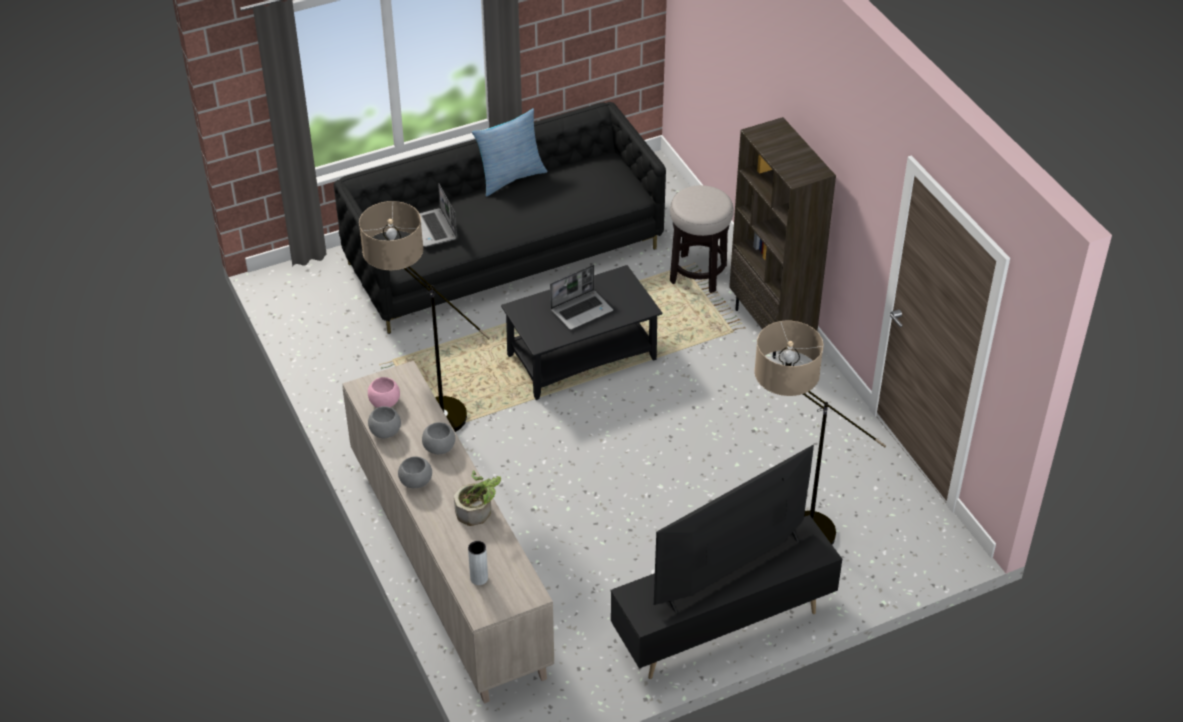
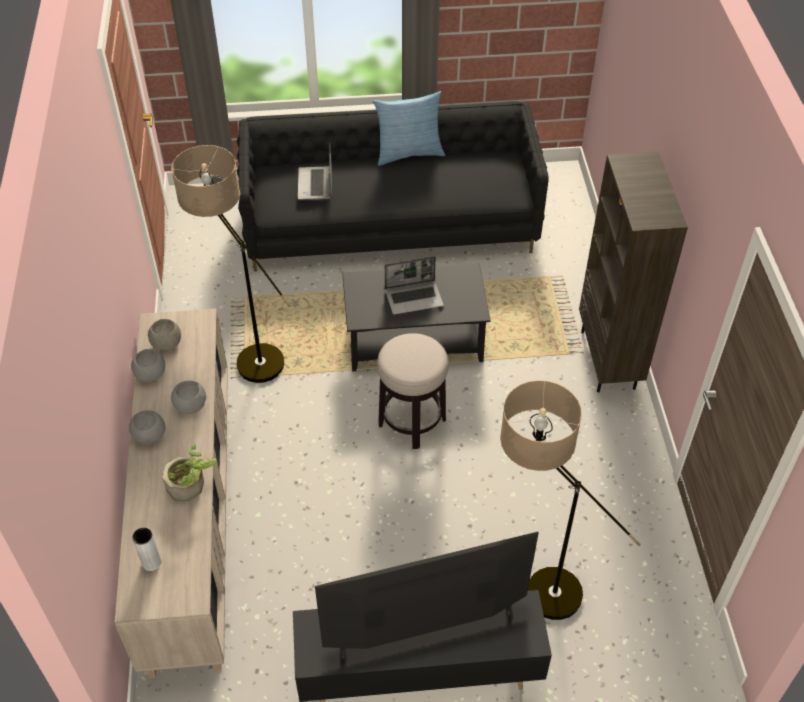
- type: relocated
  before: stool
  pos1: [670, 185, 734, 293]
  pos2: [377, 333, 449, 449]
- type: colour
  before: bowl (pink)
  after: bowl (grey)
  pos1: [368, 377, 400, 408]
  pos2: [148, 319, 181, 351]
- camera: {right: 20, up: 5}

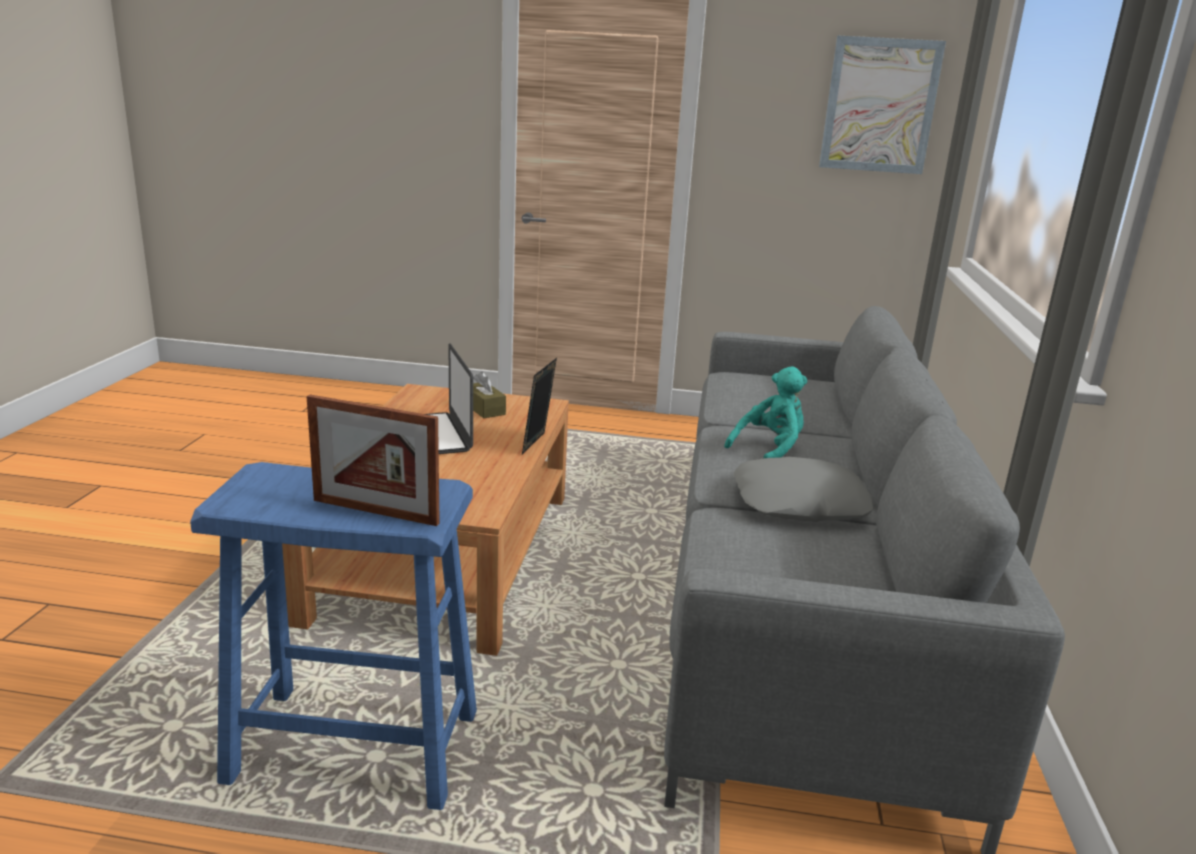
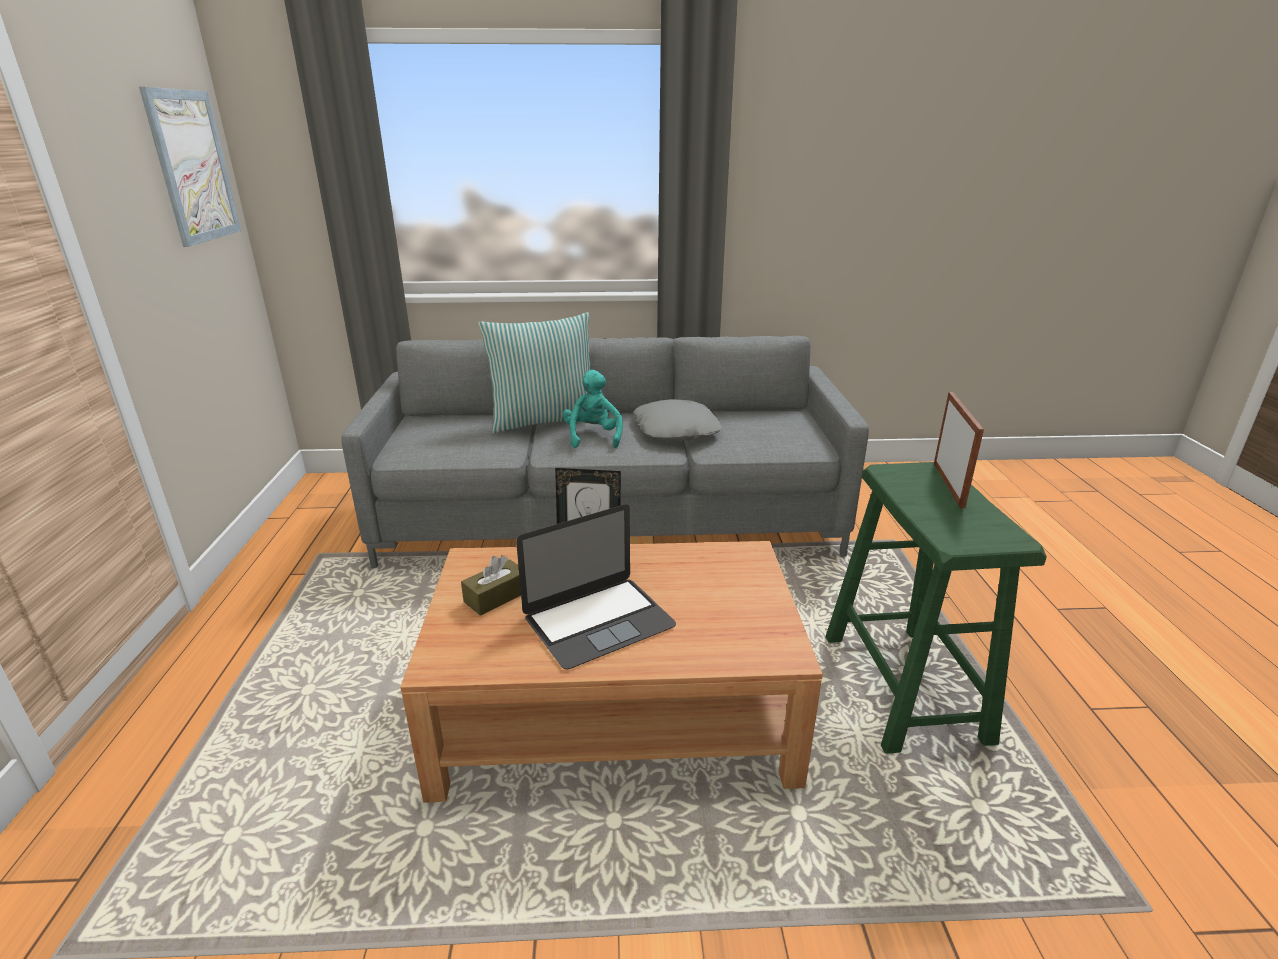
- type: appeared
  after: pillow
  pos2: [478, 312, 590, 433]
- type: colour
  before: stool (blue)
  after: stool (green)
  pos1: [190, 462, 477, 810]
  pos2: [825, 462, 1047, 754]
- type: spun
  before: plush toy (turquoise)
  pos1: [724, 366, 807, 459]
  pos2: [563, 370, 623, 448]
  turn: 45
- camera: {right: -100, up: 5}

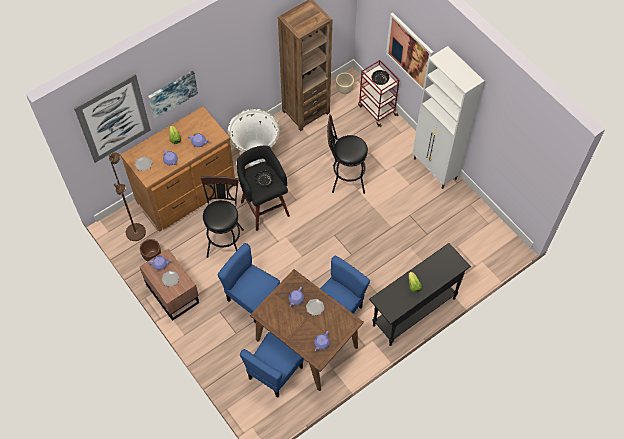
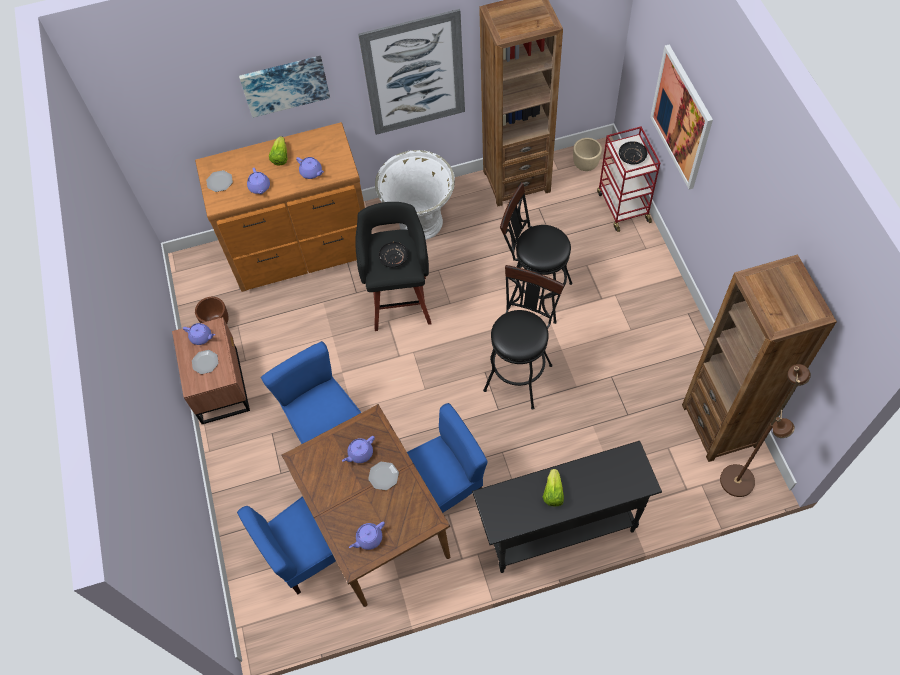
- type: missing
  before: cabinet (white)
  pos1: [413, 46, 484, 189]
- type: appeared
  after: bookcase (brown)
  pos2: [682, 255, 837, 462]
- type: relocated
  before: picture
  pos1: [74, 74, 151, 163]
  pos2: [358, 9, 465, 135]
- type: relocated
  before: floor lamp (brown)
  pos1: [109, 152, 146, 241]
  pos2: [720, 364, 811, 497]
- type: relocated
  before: stool (black)
  pos1: [201, 176, 244, 258]
  pos2: [483, 265, 565, 410]
- camera: {right: 25, up: 0}

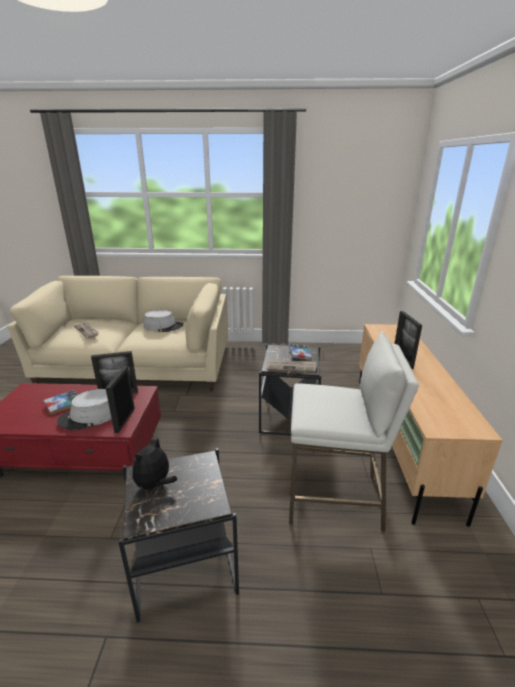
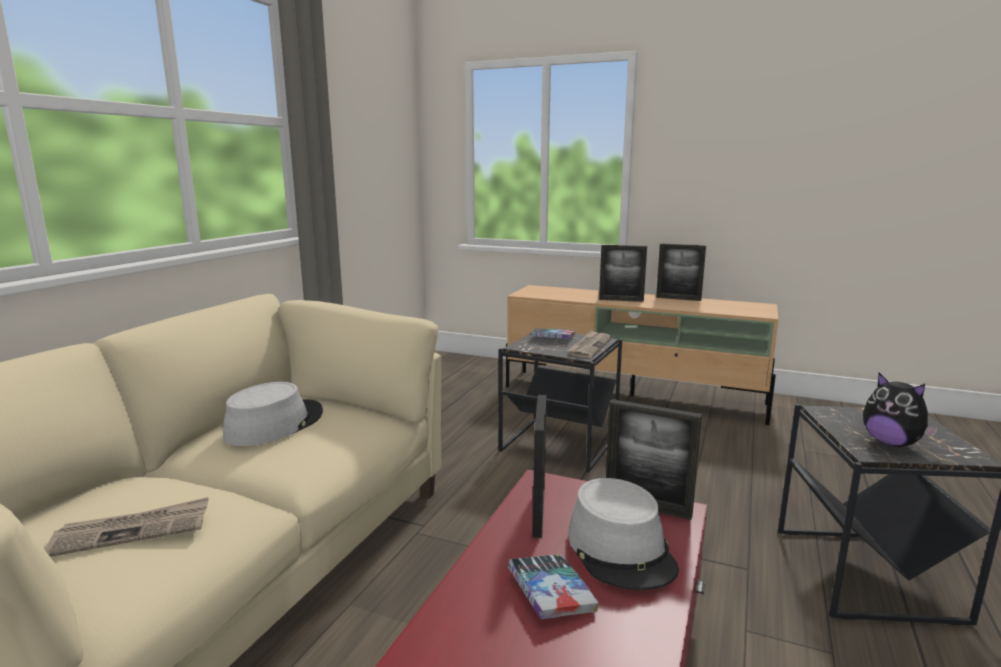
- type: missing
  before: stool (white)
  pos1: [289, 331, 419, 532]
- type: appeared
  after: picture frame
  pos2: [656, 243, 706, 301]
- camera: {right: -70, up: -10}

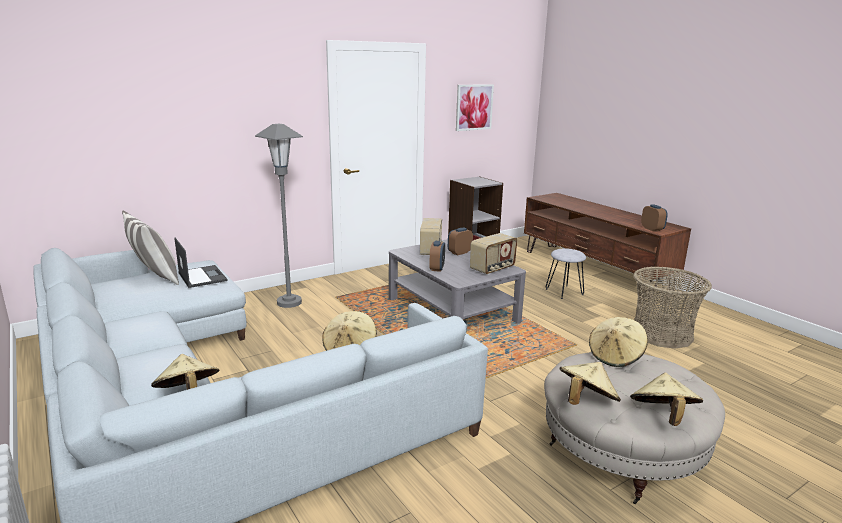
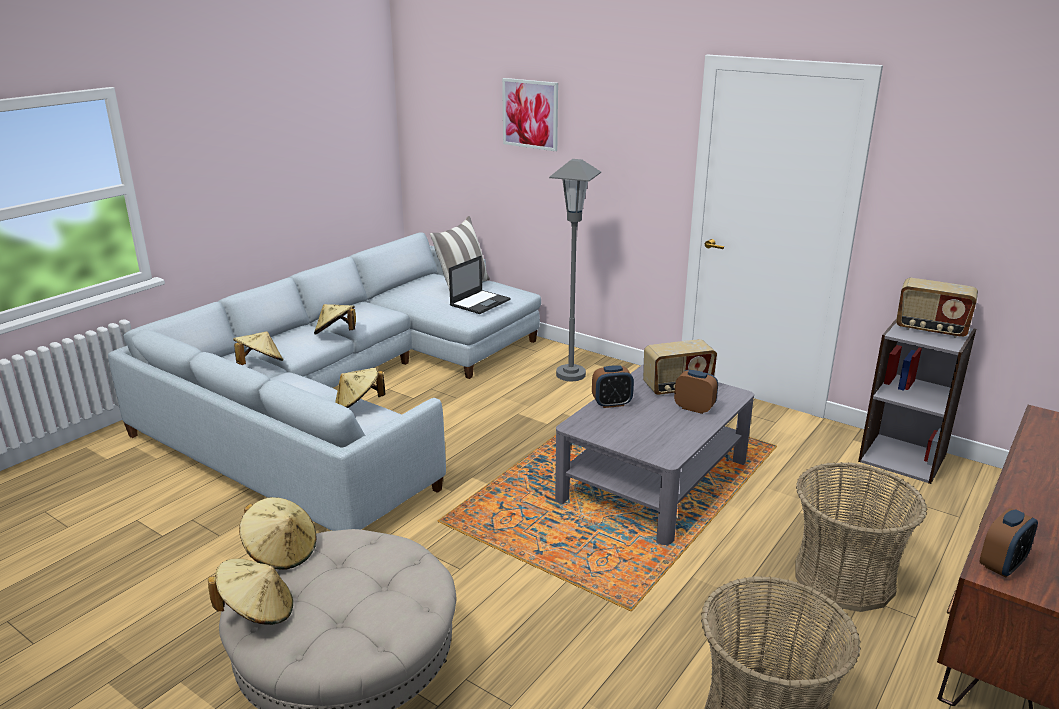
- type: relocated
  before: picture
  pos1: [456, 84, 494, 131]
  pos2: [502, 78, 558, 151]
- type: relocated
  before: radio
  pos1: [470, 233, 517, 275]
  pos2: [896, 278, 978, 338]
- type: relocated
  before: hat (beige)
  pos1: [589, 317, 648, 367]
  pos2: [314, 304, 356, 335]
- type: exchanged
  before: stool (grey)
  after: basket
  pos1: [546, 248, 586, 299]
  pos2: [796, 462, 927, 612]
- camera: {right: 70, up: 5}

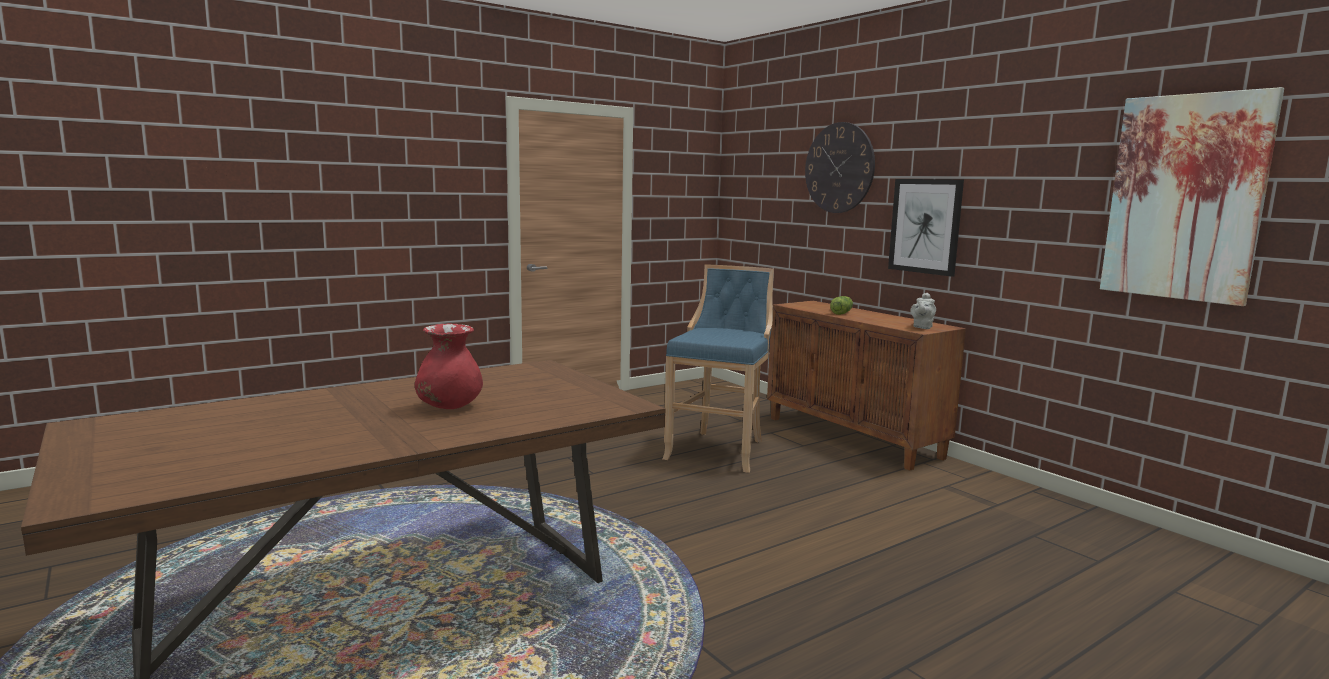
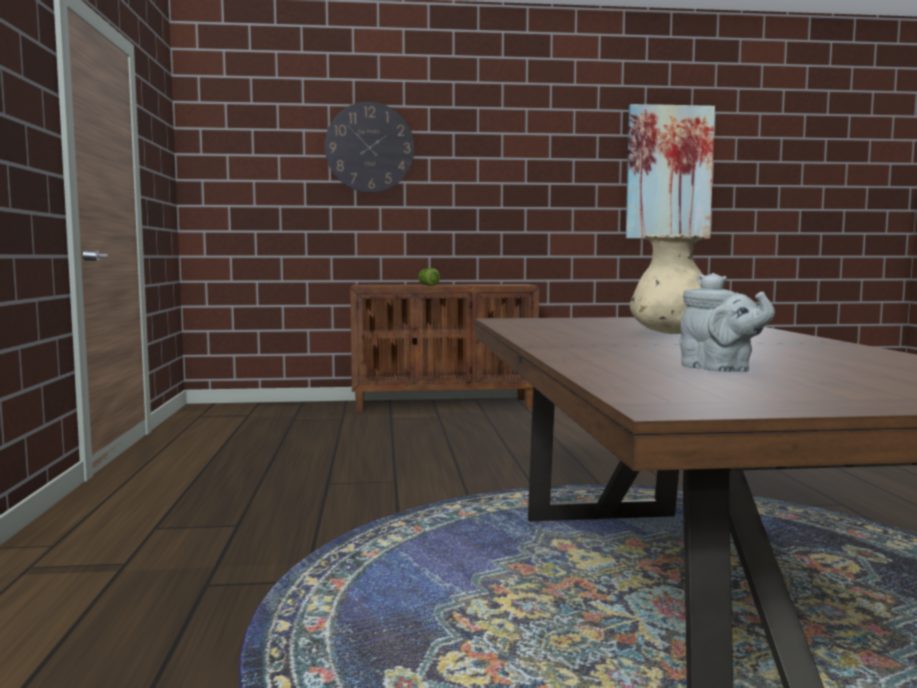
- type: missing
  before: stool (blue)
  pos1: [662, 265, 774, 473]
- type: missing
  before: picture
  pos1: [888, 179, 964, 277]
- type: relocated
  before: teapot (grey)
  pos1: [911, 293, 936, 329]
  pos2: [680, 273, 775, 372]
- type: colour
  before: vase (red)
  after: vase (beige)
  pos1: [415, 323, 483, 409]
  pos2: [630, 234, 704, 334]
- camera: {right: -60, up: -5}

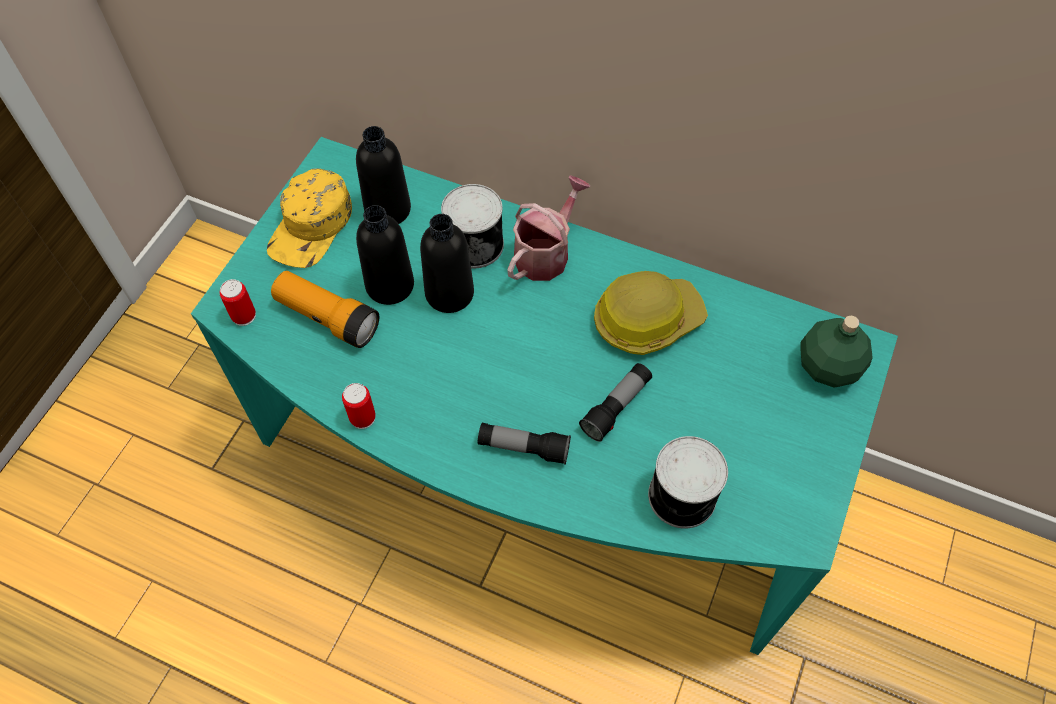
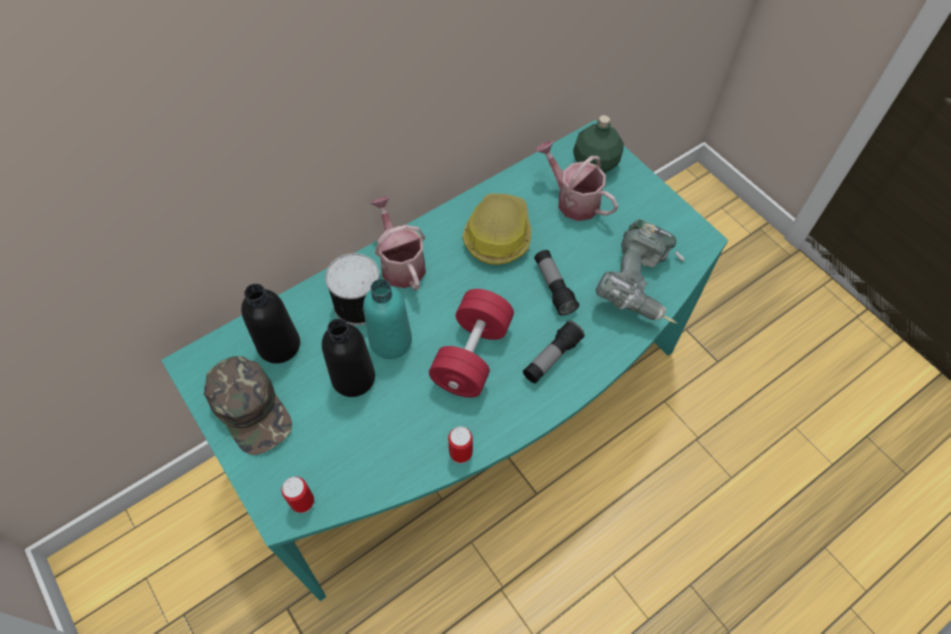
- type: missing
  before: flashlight
  pos1: [271, 271, 379, 348]
- type: appeared
  after: dumbbell (red)
  pos2: [429, 289, 514, 398]
- type: appeared
  after: watering can
  pos2: [535, 141, 618, 221]
- type: exchanged
  before: can
  after: power drill
  pos1: [648, 436, 728, 529]
  pos2: [596, 219, 685, 324]
- type: colour
  before: cap (yellow)
  after: cap (green)
  pos1: [267, 168, 352, 268]
  pos2: [204, 356, 292, 455]
- type: colour
  before: bottle (black)
  after: bottle (turquoise)
  pos1: [420, 214, 474, 313]
  pos2: [363, 279, 412, 359]
- camera: {right: -60, up: 0}

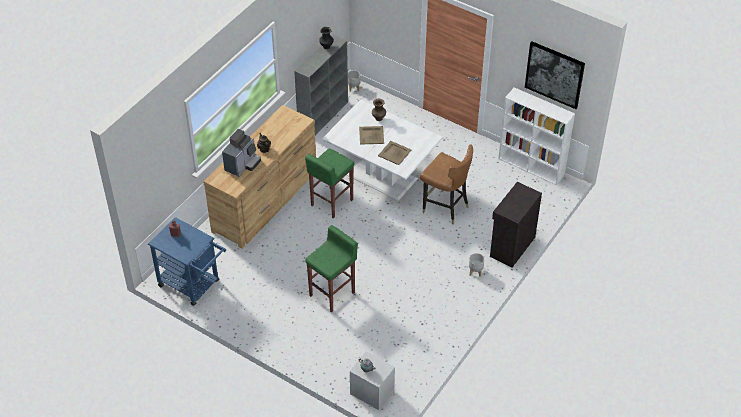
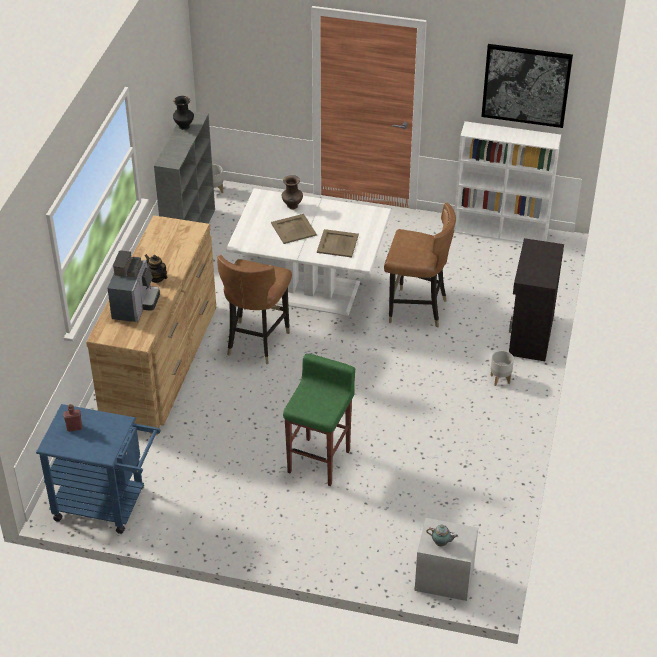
- type: exchanged
  before: stool (green)
  after: chair (brown)
  pos1: [305, 149, 355, 219]
  pos2: [217, 255, 292, 364]
- camera: {right: -20, up: -5}

